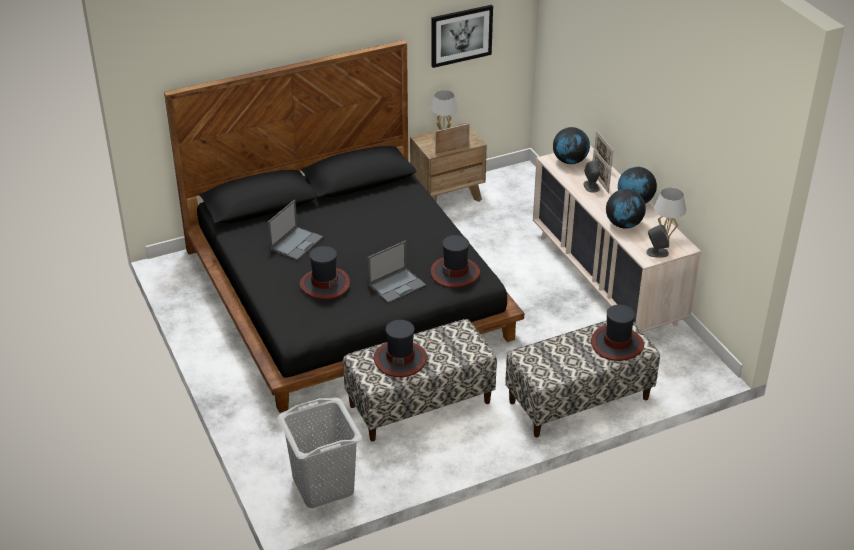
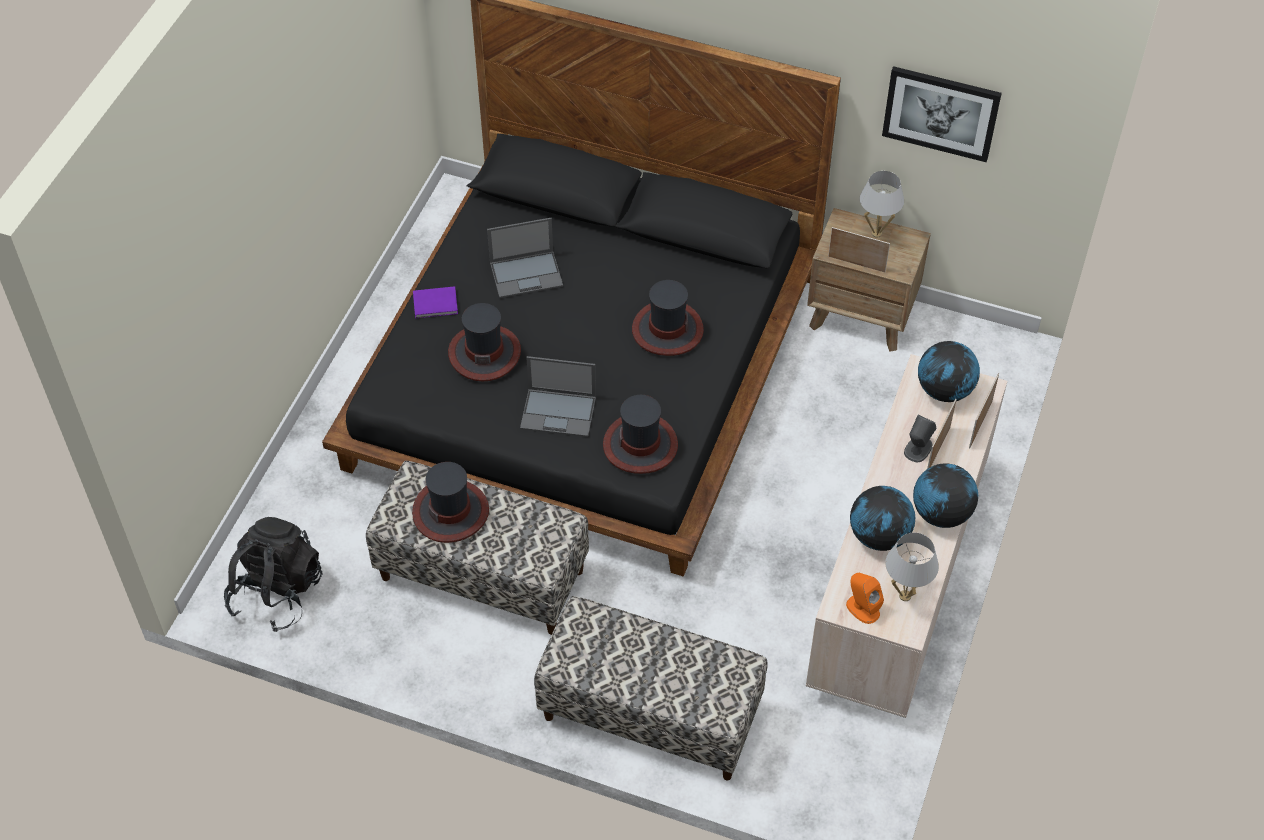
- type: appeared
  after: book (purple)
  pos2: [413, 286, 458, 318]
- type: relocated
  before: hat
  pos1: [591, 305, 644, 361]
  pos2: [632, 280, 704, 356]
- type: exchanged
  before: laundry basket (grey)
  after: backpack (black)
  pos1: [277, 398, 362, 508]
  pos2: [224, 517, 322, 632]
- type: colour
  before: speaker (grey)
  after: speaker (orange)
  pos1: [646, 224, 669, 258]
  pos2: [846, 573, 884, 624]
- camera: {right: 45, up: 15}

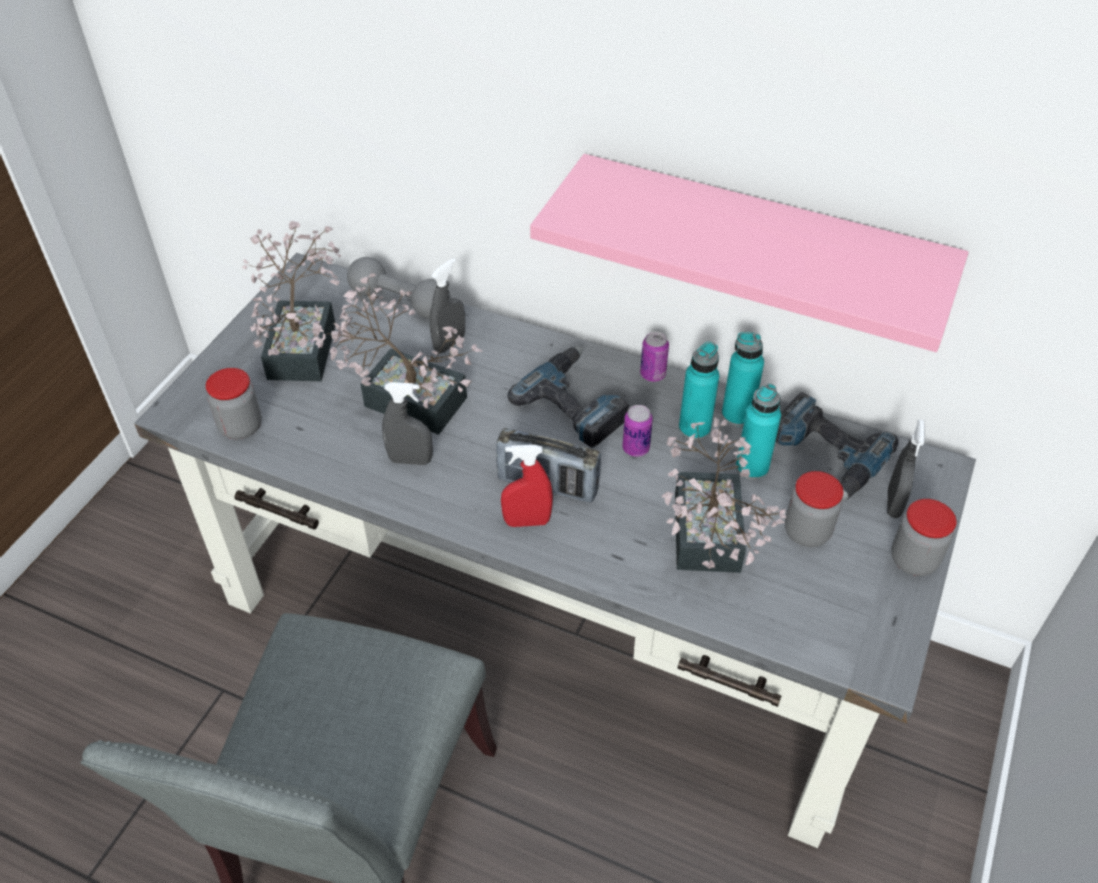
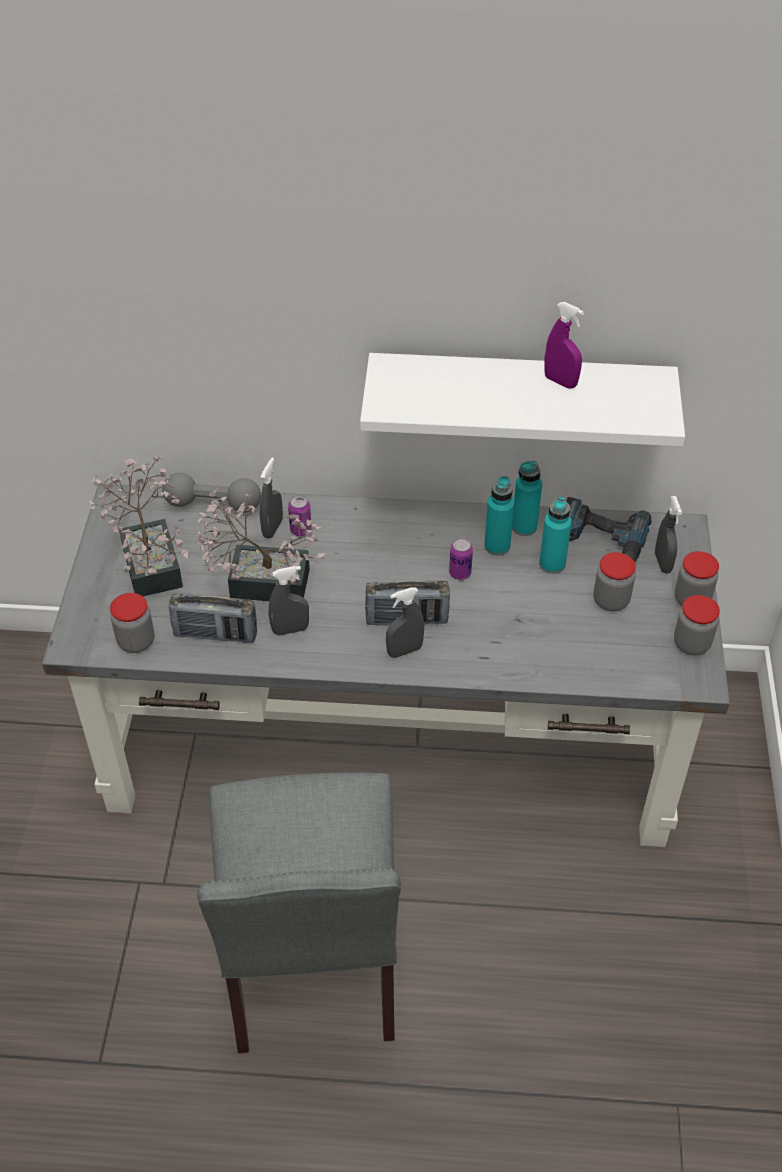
- type: missing
  before: power drill
  pos1: [507, 346, 630, 448]
- type: missing
  before: potted plant
  pos1: [662, 417, 786, 573]
- type: appeared
  after: radio
  pos2: [169, 594, 257, 643]
- type: appeared
  after: spray bottle (purple)
  pos2: [544, 302, 584, 388]
- type: appeared
  after: jar
  pos2: [674, 595, 720, 656]
- type: relocated
  before: can
  pos1: [640, 332, 669, 382]
  pos2: [288, 495, 312, 536]
- type: colour
  before: spray bottle (red)
  after: spray bottle (grey)
  pos1: [501, 445, 553, 527]
  pos2: [386, 587, 424, 658]
- type: colour
  before: shelf (pink)
  after: shelf (white)
  pos1: [530, 154, 969, 352]
  pos2: [360, 353, 685, 446]
- camera: {right: -20, up: 0}

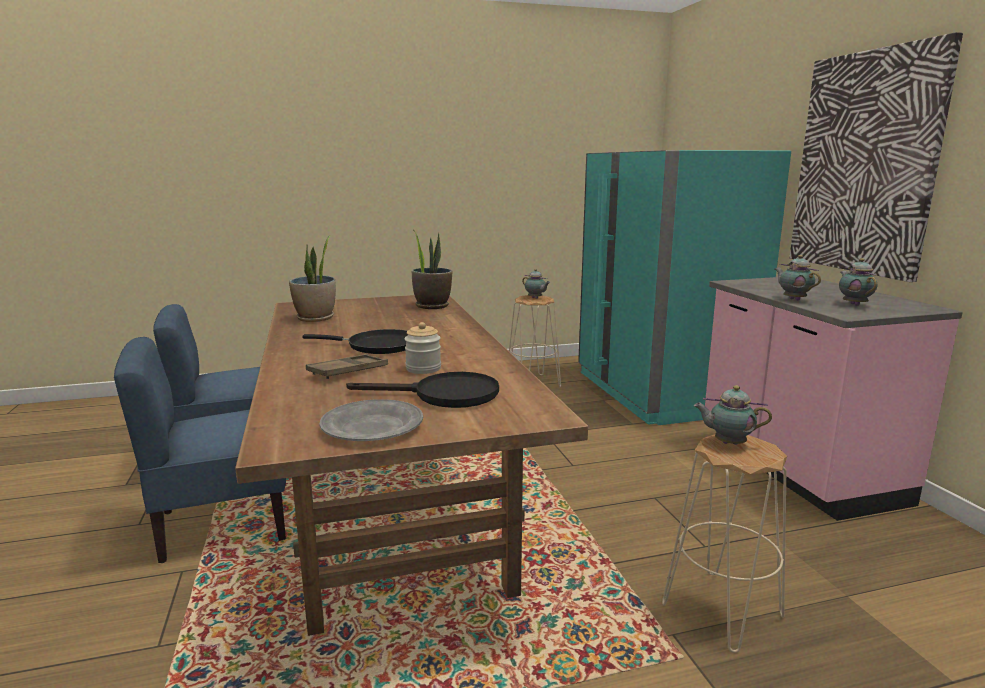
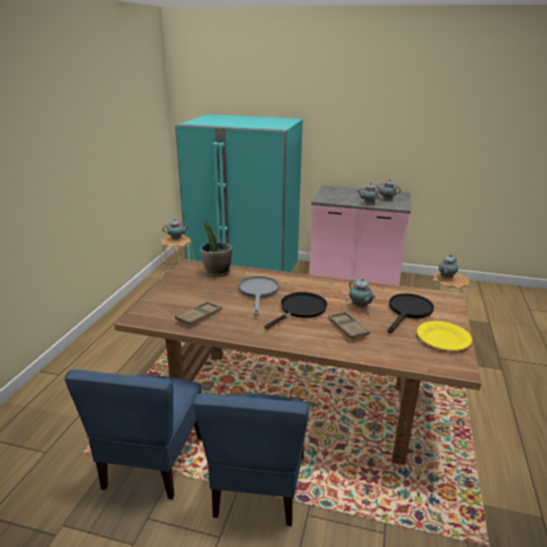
- type: missing
  before: picture
  pos1: [789, 32, 963, 282]
- type: appeared
  after: frying pan (grey)
  pos2: [238, 276, 279, 316]
- type: exchanged
  before: potted plant
  after: tray (brown)
  pos1: [289, 235, 336, 322]
  pos2: [175, 301, 222, 326]
- type: exchanged
  before: jar
  after: teapot
  pos1: [405, 322, 441, 374]
  pos2: [349, 278, 376, 308]
- type: colour
  before: plate (grey)
  after: plate (yellow)
  pos1: [319, 399, 423, 441]
  pos2: [417, 321, 472, 351]
- camera: {right: -60, up: 10}

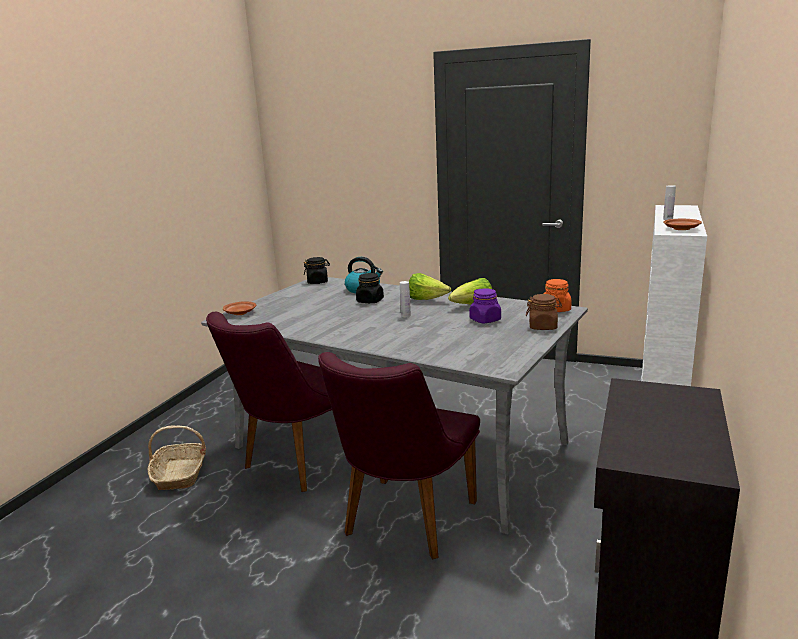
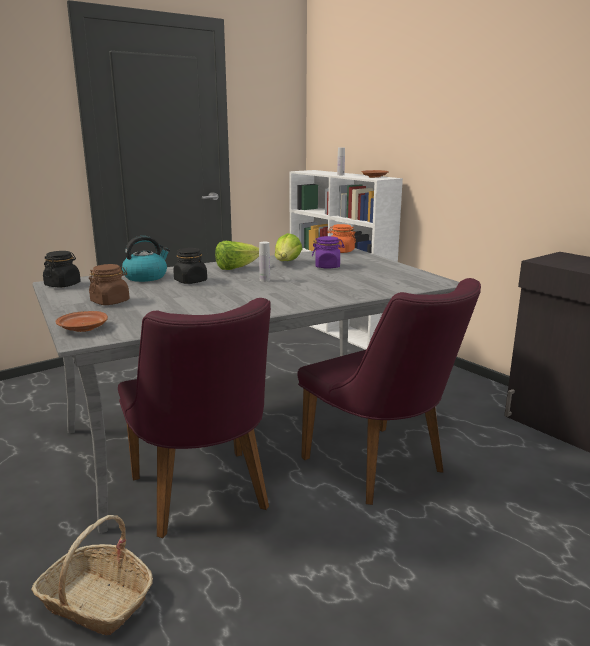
- type: relocated
  before: jar (brown)
  pos1: [526, 294, 562, 330]
  pos2: [89, 264, 130, 305]
- camera: {right: -60, up: 0}

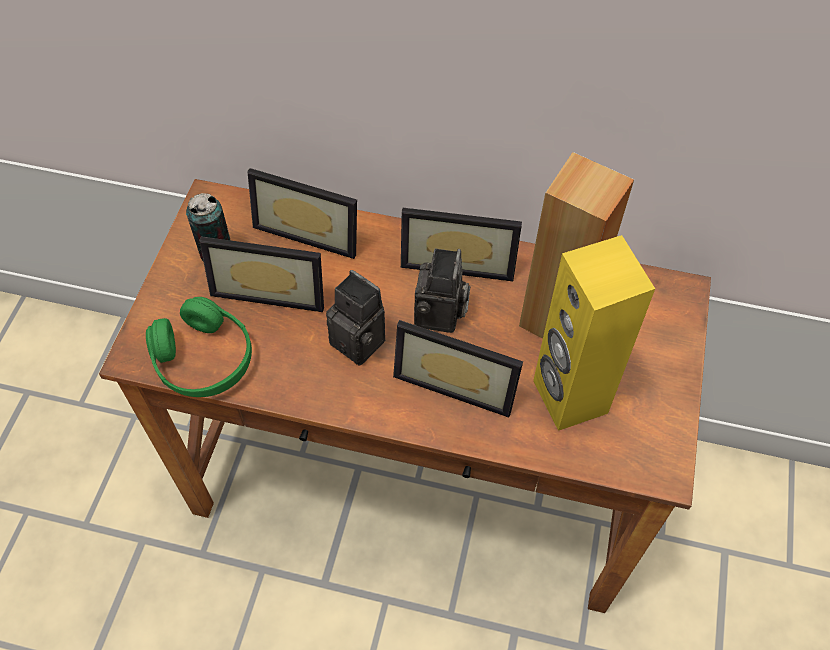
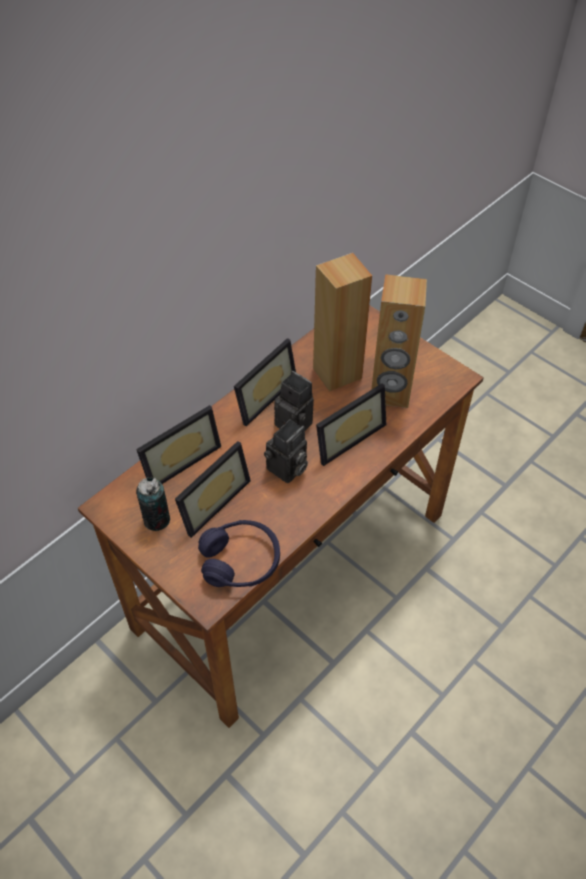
- type: colour
  before: headphones (green)
  after: headphones (purple)
  pos1: [146, 297, 252, 397]
  pos2: [198, 520, 280, 587]
- type: colour
  before: speaker (yellow)
  after: speaker (brown)
  pos1: [533, 235, 655, 431]
  pos2: [371, 274, 427, 408]
- type: spun
  before: photo camera
  pos1: [326, 270, 385, 366]
  pos2: [264, 419, 308, 483]
  turn: 150
- camera: {right: -60, up: -5}

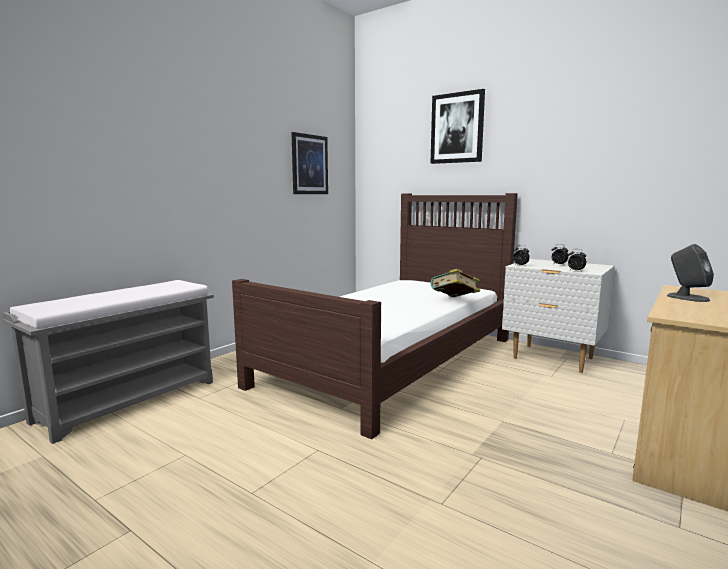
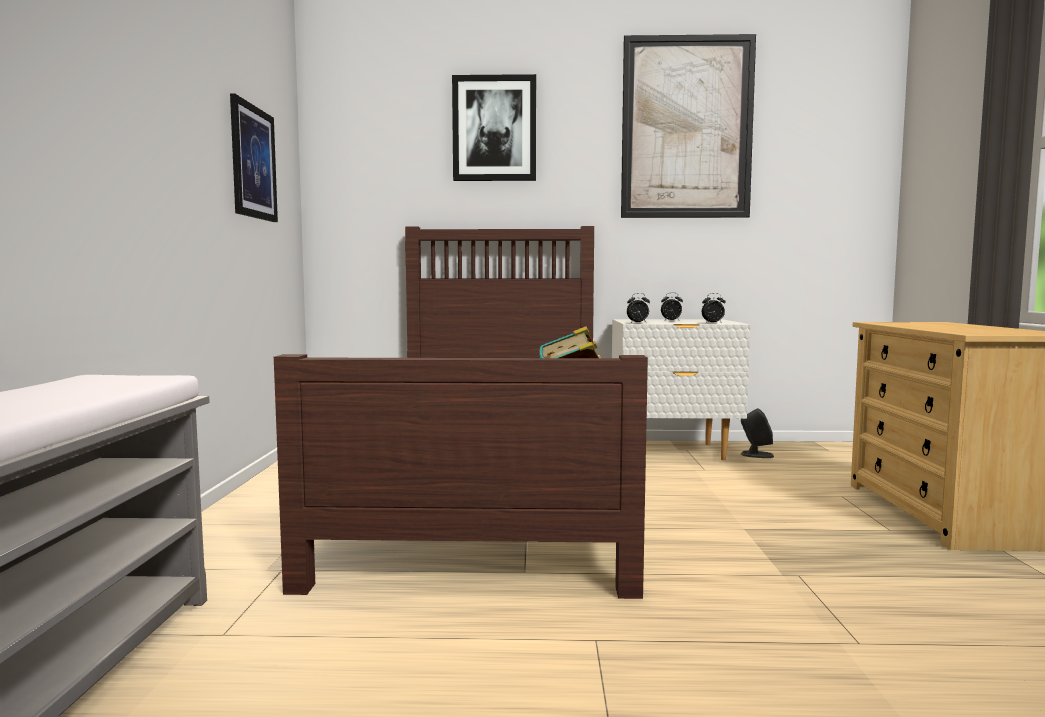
- type: appeared
  after: picture
  pos2: [621, 34, 756, 218]
- type: relocated
  before: speaker (grey)
  pos1: [667, 244, 714, 302]
  pos2: [741, 408, 774, 458]
- camera: {right: -35, up: -5}

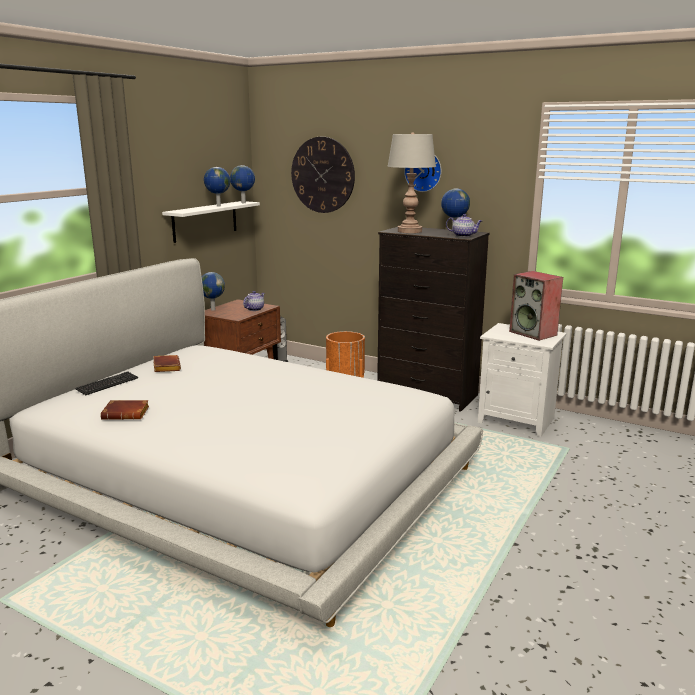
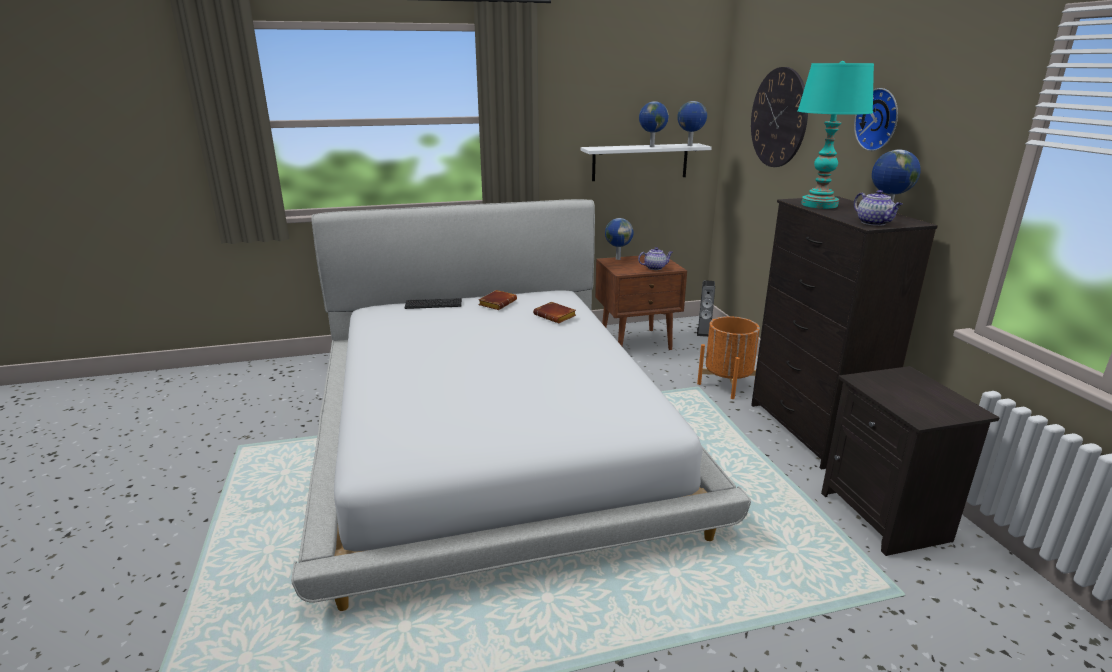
- type: missing
  before: speaker
  pos1: [509, 271, 563, 341]
- type: relocated
  before: book (brown)
  pos1: [100, 400, 149, 420]
  pos2: [533, 302, 576, 323]
- type: colour
  before: table lamp (grey)
  after: table lamp (turquoise)
  pos1: [387, 132, 436, 233]
  pos2: [798, 61, 874, 209]
- type: colour
  before: nightstand (white)
  after: nightstand (black)
  pos1: [478, 323, 567, 437]
  pos2: [821, 366, 1000, 556]
- camera: {right: 45, up: 5}

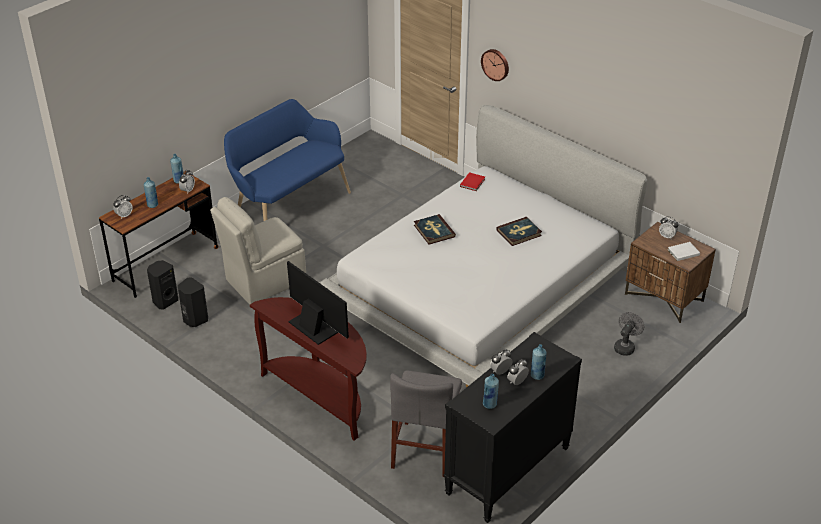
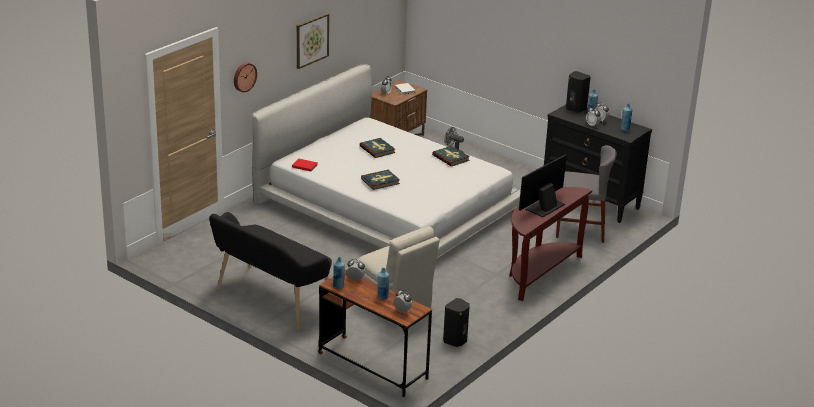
- type: appeared
  after: picture
  pos2: [297, 13, 329, 69]
- type: appeared
  after: book
  pos2: [432, 146, 470, 166]
- type: relocated
  before: speaker (black)
  pos1: [147, 260, 178, 309]
  pos2: [566, 71, 590, 113]
- type: colour
  before: bench (blue)
  after: bench (black)
  pos1: [224, 99, 351, 221]
  pos2: [209, 212, 332, 330]
- camera: {right: -95, up: -10}

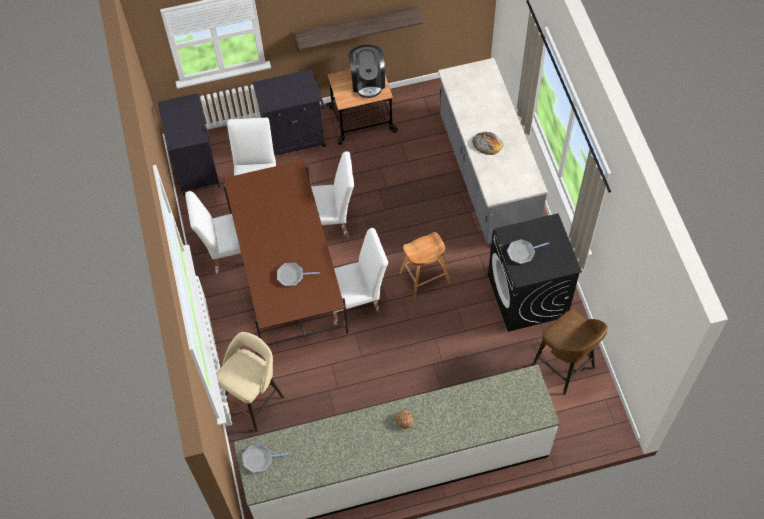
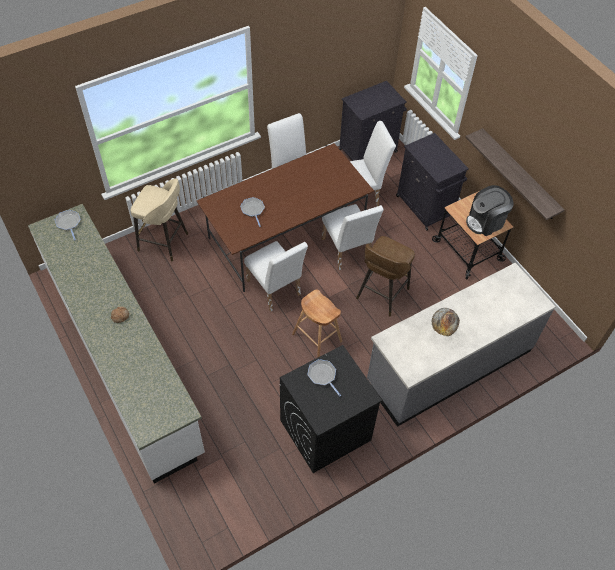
- type: relocated
  before: stool (brown)
  pos1: [532, 309, 608, 395]
  pos2: [356, 236, 415, 316]
- camera: {right: 70, up: -5}

